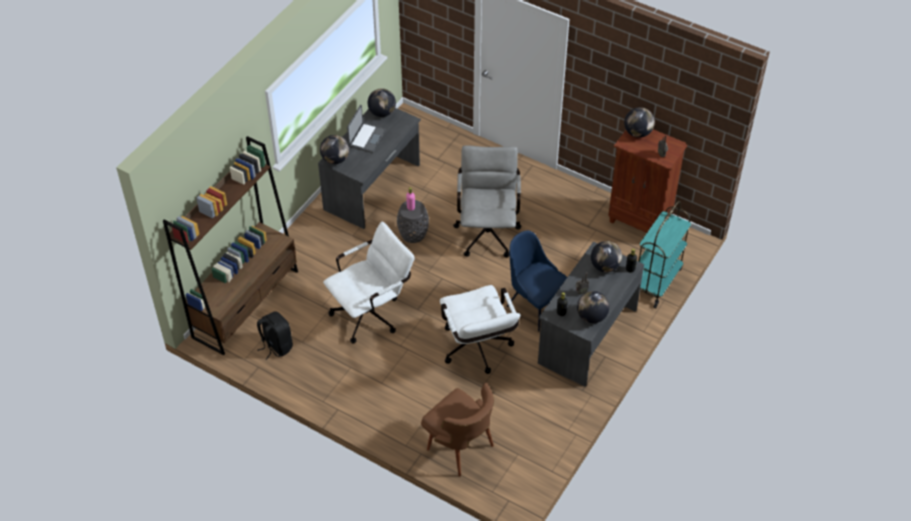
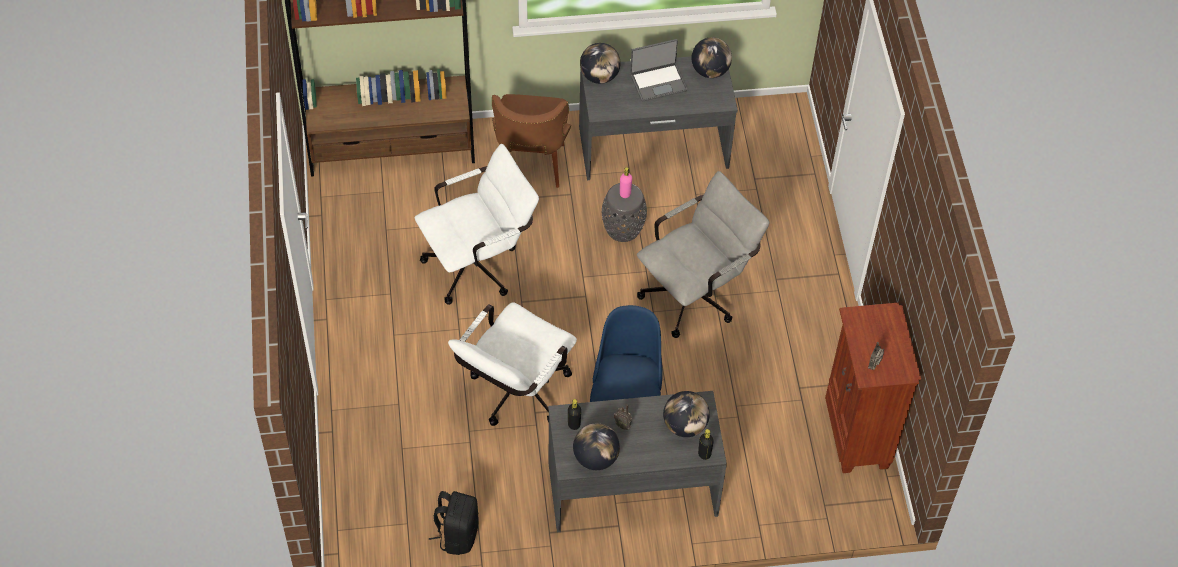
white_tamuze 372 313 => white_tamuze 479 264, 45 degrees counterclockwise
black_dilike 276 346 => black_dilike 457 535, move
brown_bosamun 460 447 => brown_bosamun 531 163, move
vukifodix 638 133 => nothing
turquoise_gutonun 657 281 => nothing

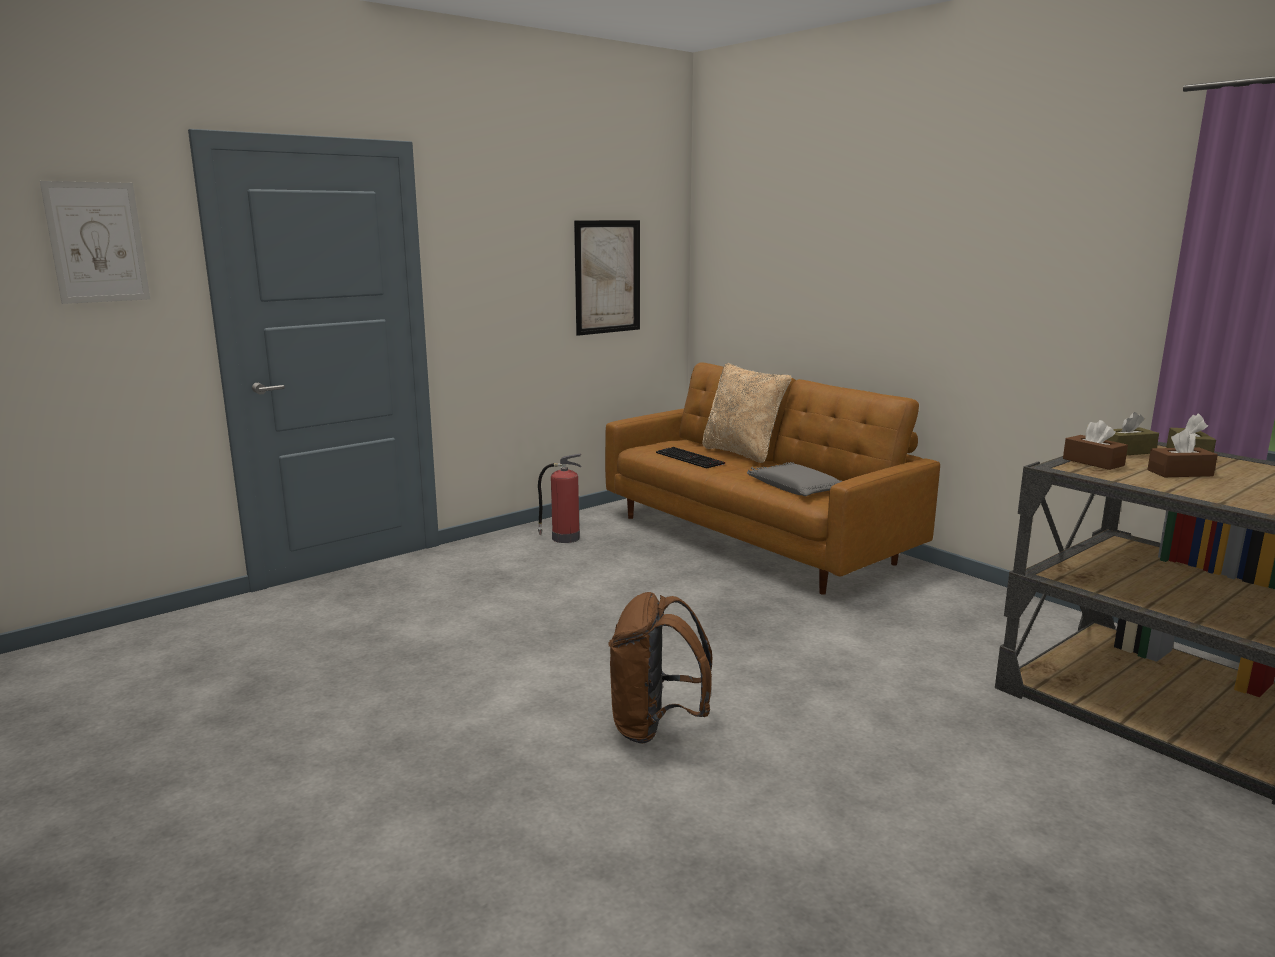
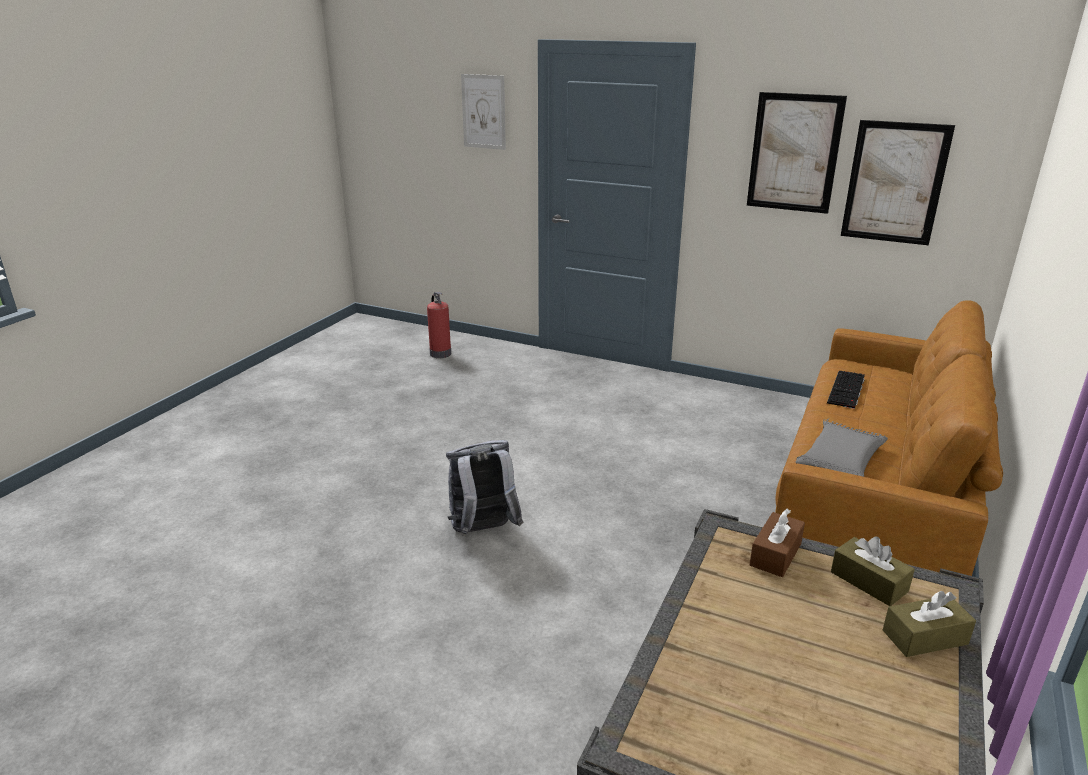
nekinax 564 538 => nekinax 440 353, move
brown_dilike 656 726 => grey_dilike 483 531
nothing => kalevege 794 153
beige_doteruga 741 455 => nothing
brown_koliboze 1180 473 => nothing

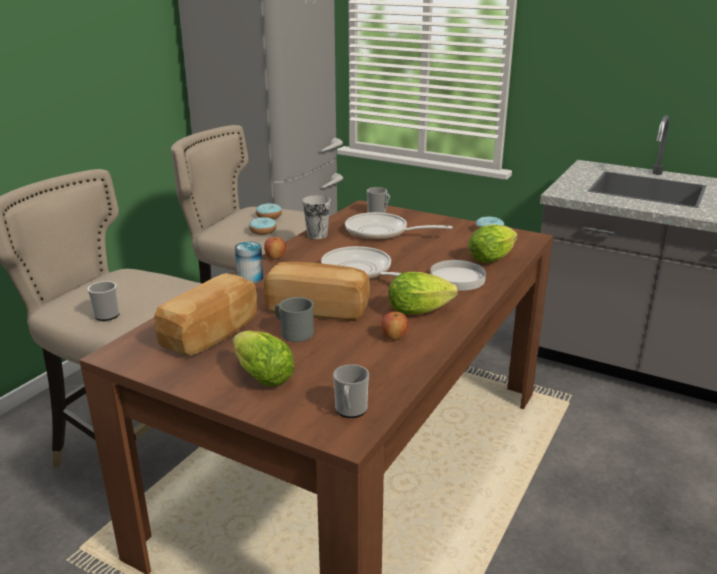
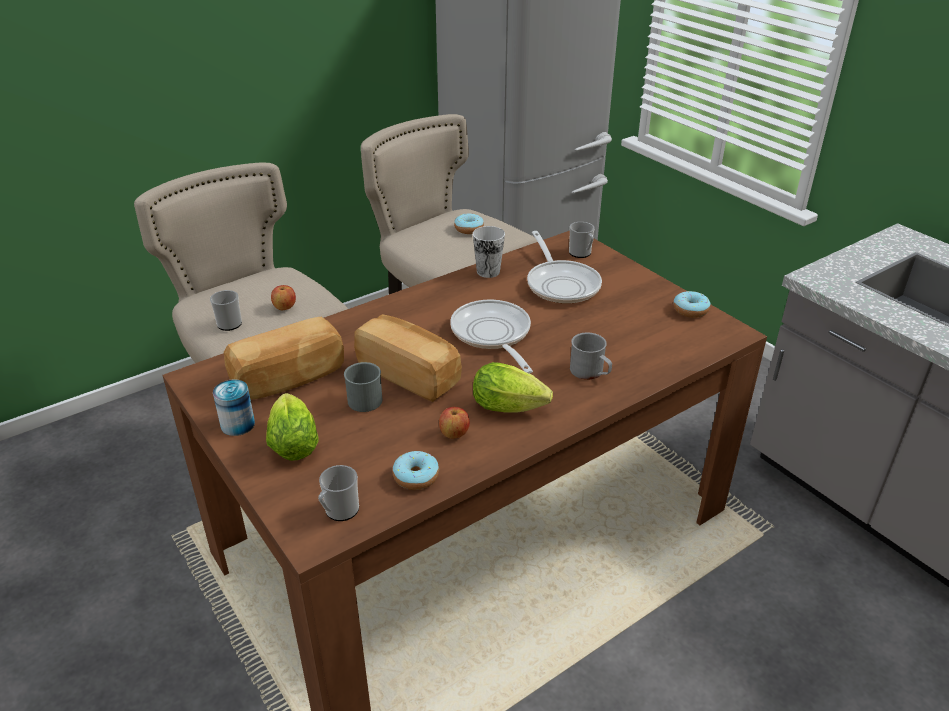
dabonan 250 278 => dabonan 237 424, move
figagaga 275 257 => figagaga 284 307, move
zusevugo 262 231 => zusevugo 416 477, move
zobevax 382 232 => zobevax 561 284, 150 degrees counterclockwise
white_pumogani 457 278 => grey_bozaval 590 372
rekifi 493 258 => nothing

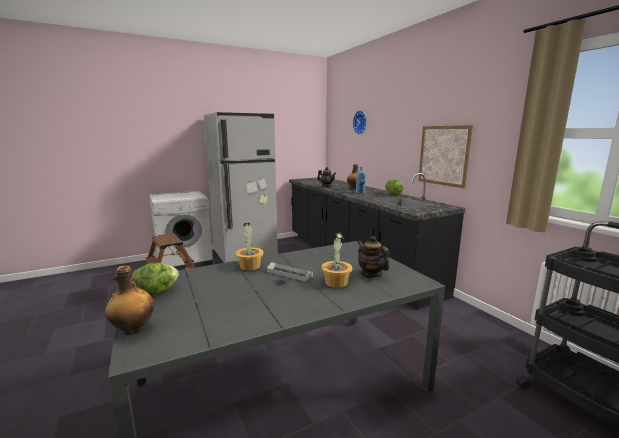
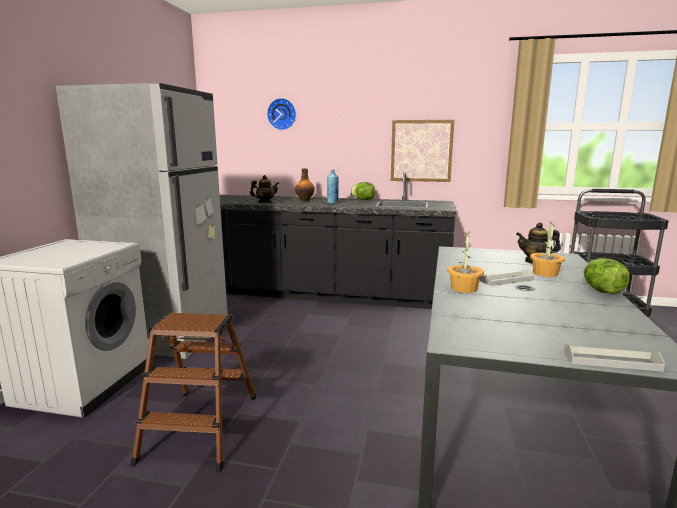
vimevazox 133 329 => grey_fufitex 611 361
rekifi 156 292 => rekifi 602 291, move

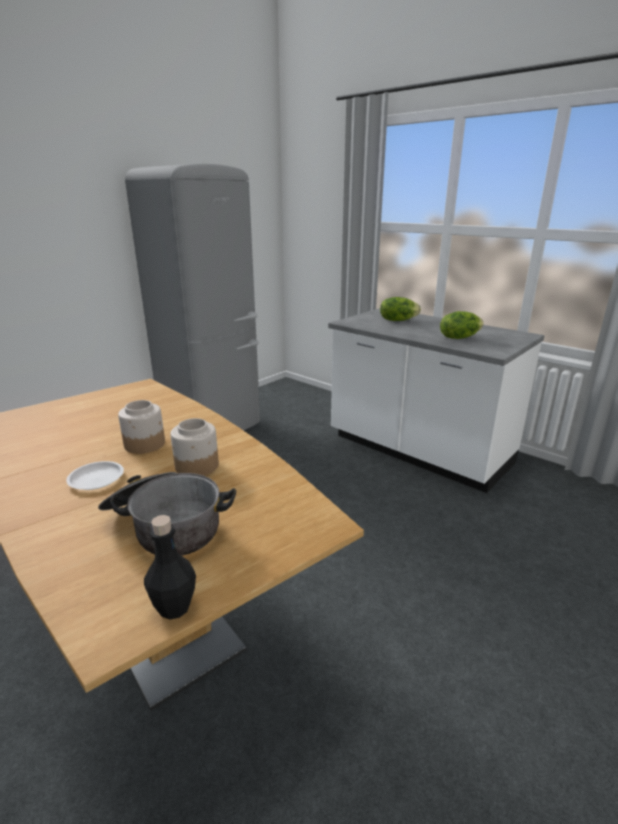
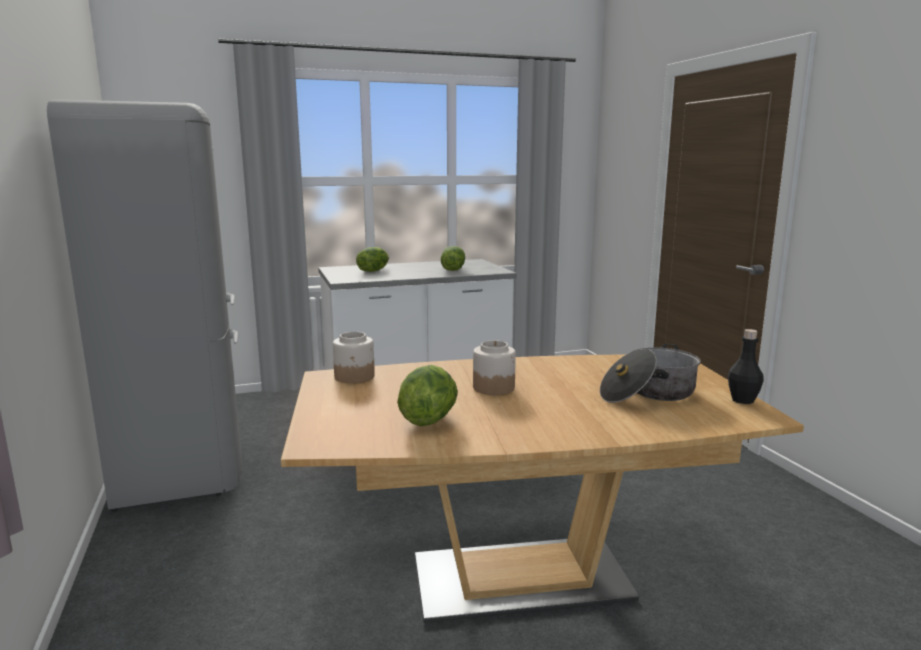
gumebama 196 466 => gumebama 355 377, move
nothing => rekifi 429 420
white_pumogani 96 479 => nothing

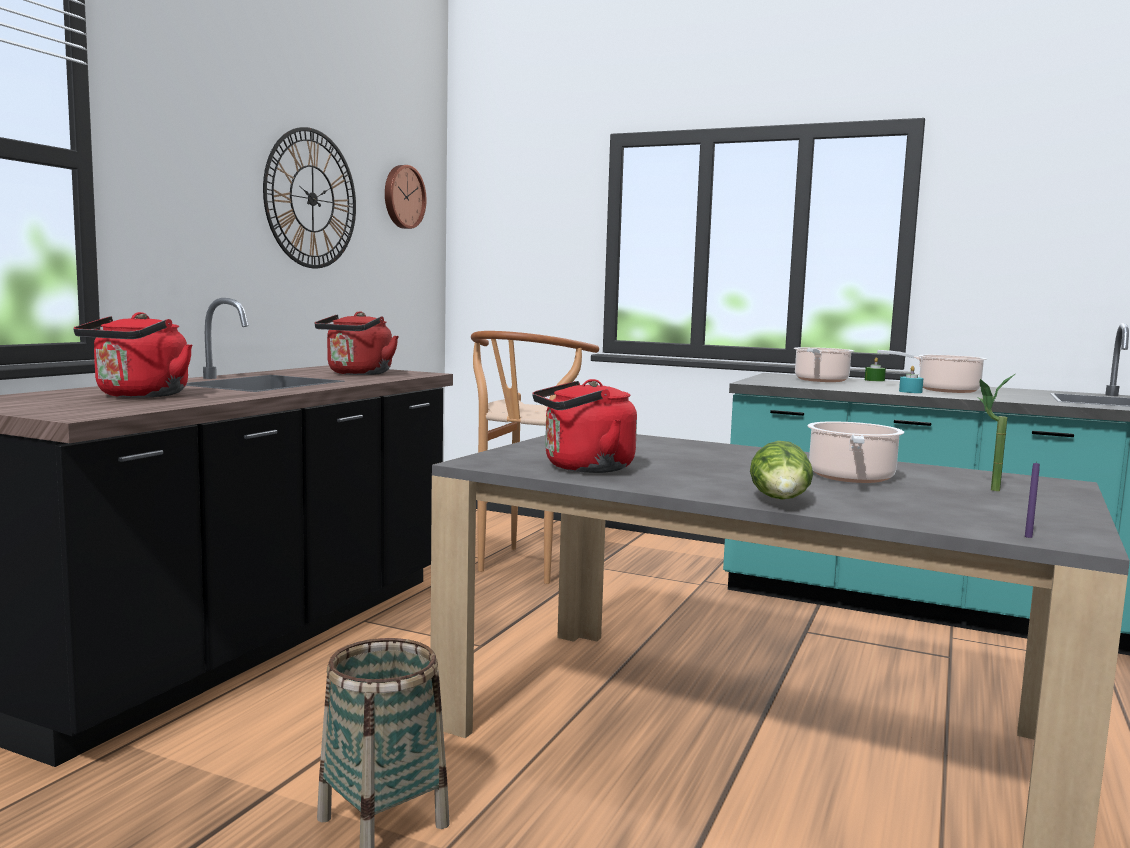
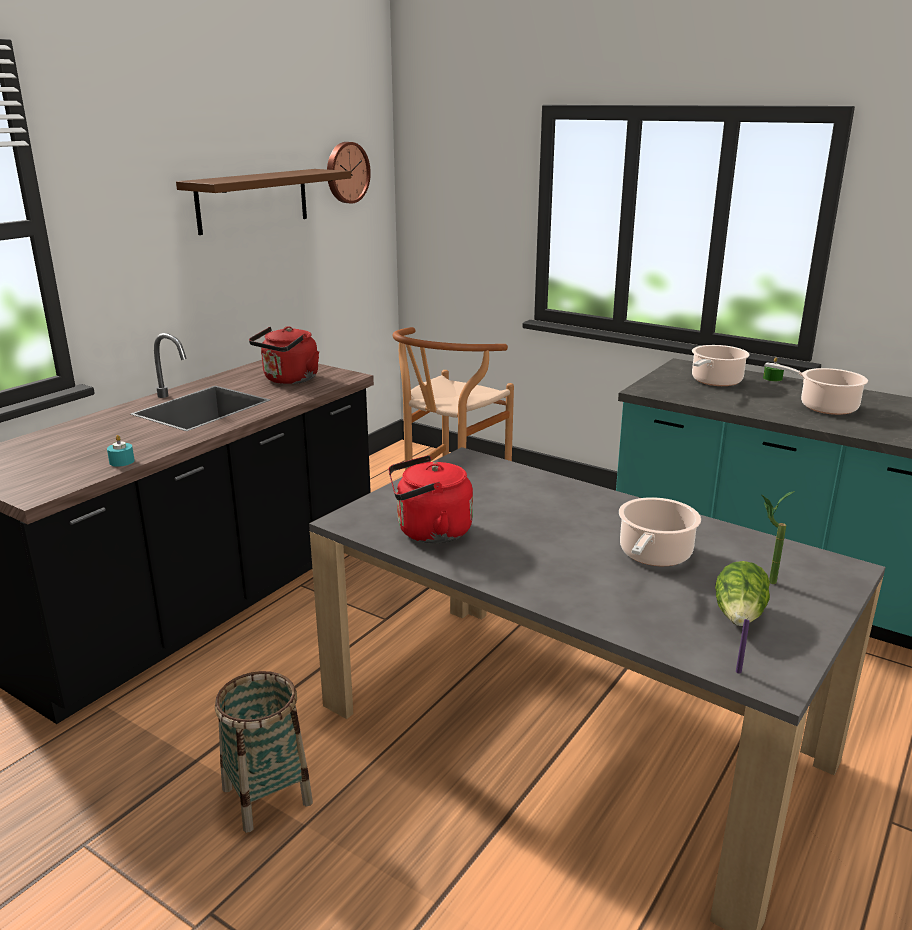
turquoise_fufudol 910 391 => turquoise_fufudol 122 461, move
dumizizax 312 199 => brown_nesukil 253 200
rekifi 781 501 => rekifi 739 616, move
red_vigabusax 139 395 => nothing

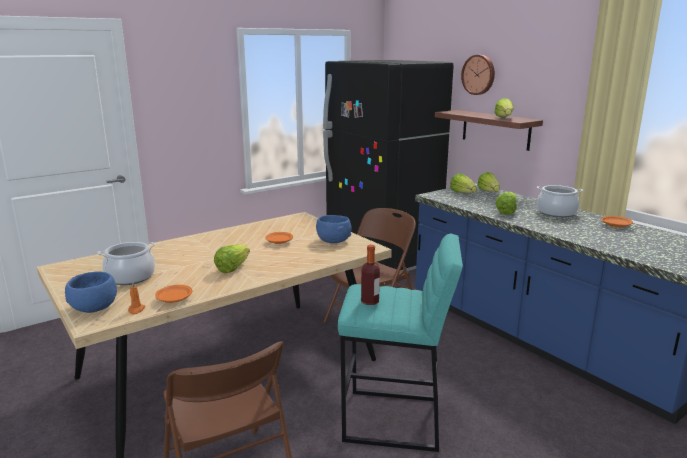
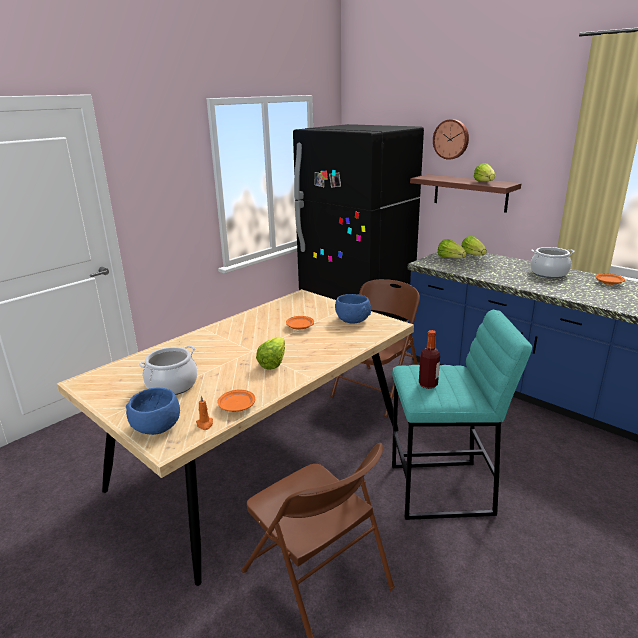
rekifi 506 211 => nothing

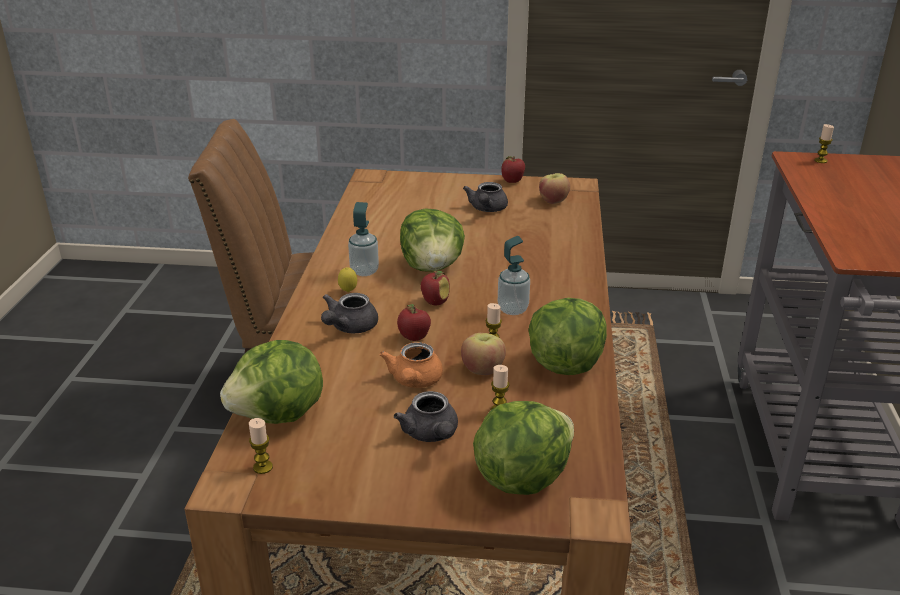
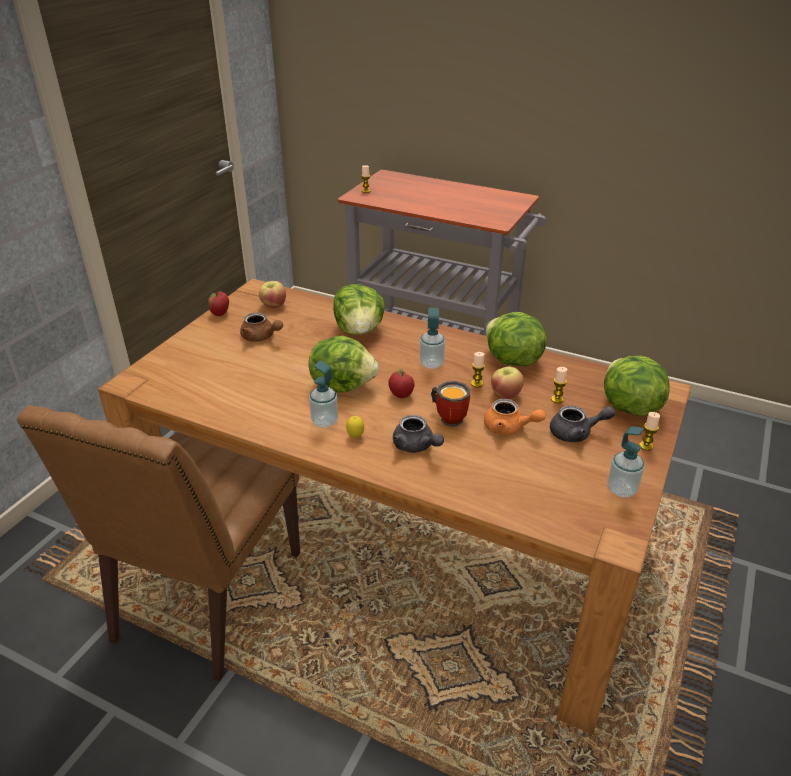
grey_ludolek 487 209 => brown_ludolek 261 337
rekifi 279 415 => rekifi 359 330, move
figagaga 413 338 => bozaval 449 416
nothing => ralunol 621 489
fufudol 263 467 => fufudol 646 446, move

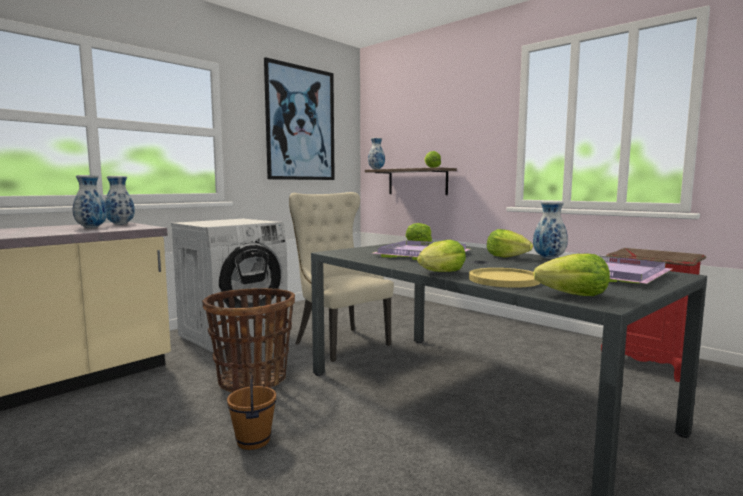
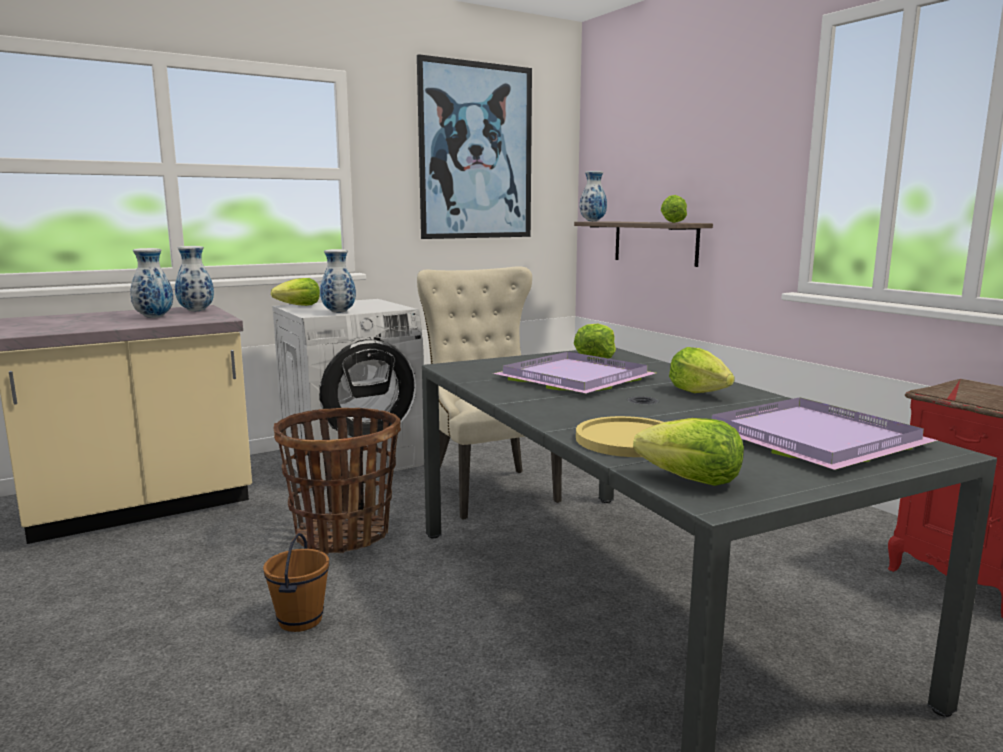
rekifi 441 272 => rekifi 299 306, move
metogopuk 548 258 => metogopuk 338 312, move

